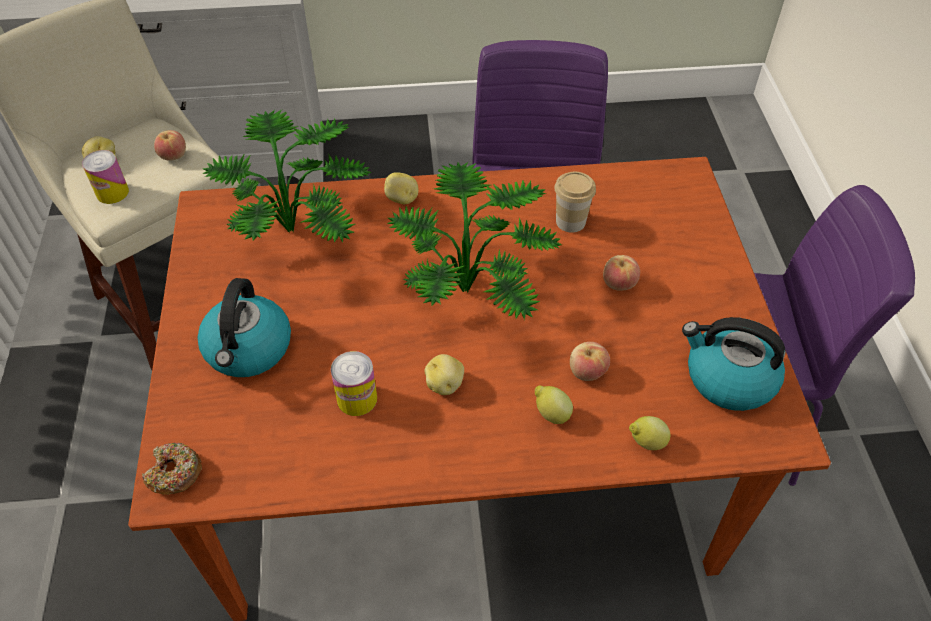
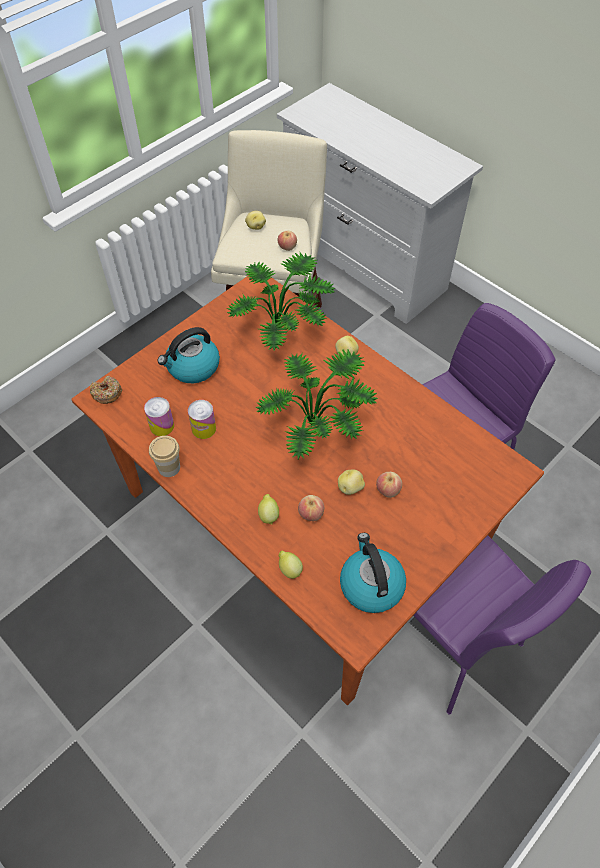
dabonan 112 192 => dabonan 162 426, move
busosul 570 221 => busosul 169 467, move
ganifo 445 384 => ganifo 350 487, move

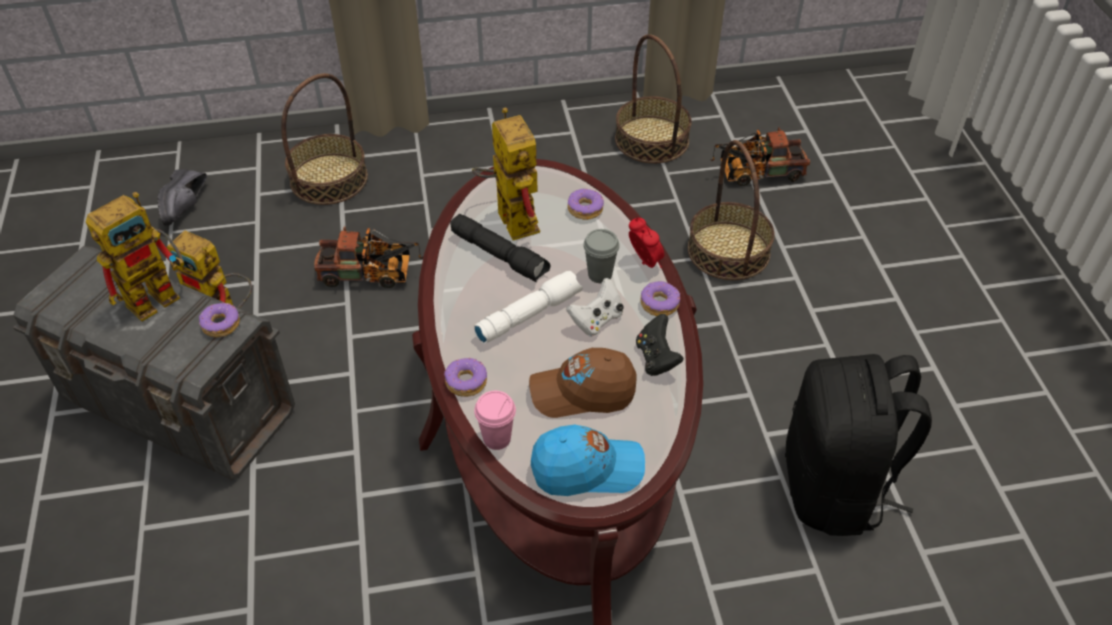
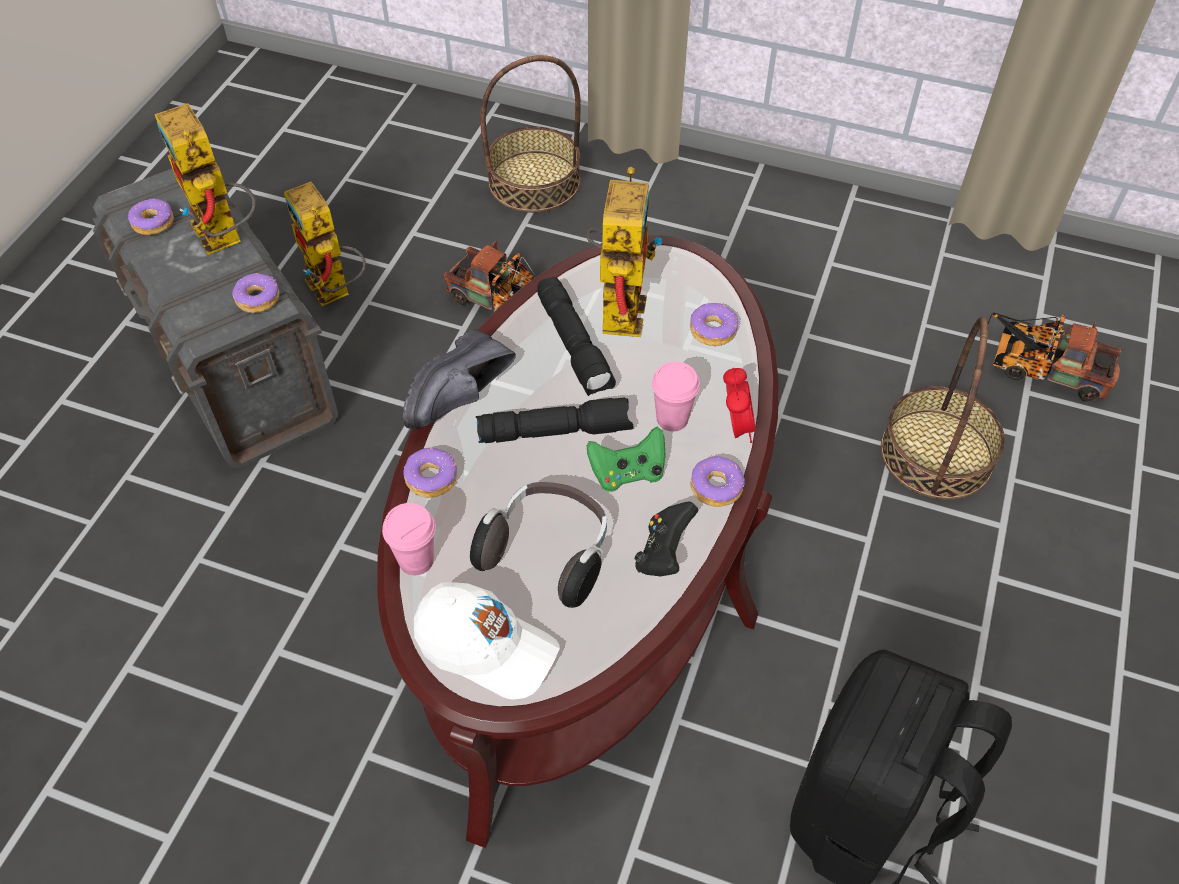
nothing => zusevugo 153 223
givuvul 159 293 => givuvul 226 239, 75 degrees clockwise
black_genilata 187 206 => black_genilata 464 398, move
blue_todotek 587 469 => white_todotek 486 647
brown_todotek 582 392 => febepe 548 553
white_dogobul 528 314 => black_dogobul 556 430
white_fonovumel 596 320 => green_fonovumel 627 473
grey_busosul 600 274 => pink_busosul 672 419
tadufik 652 139 => nothing

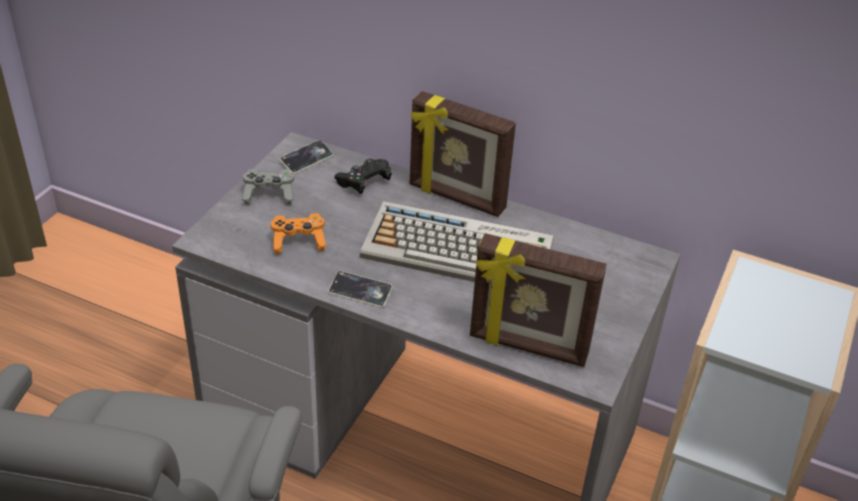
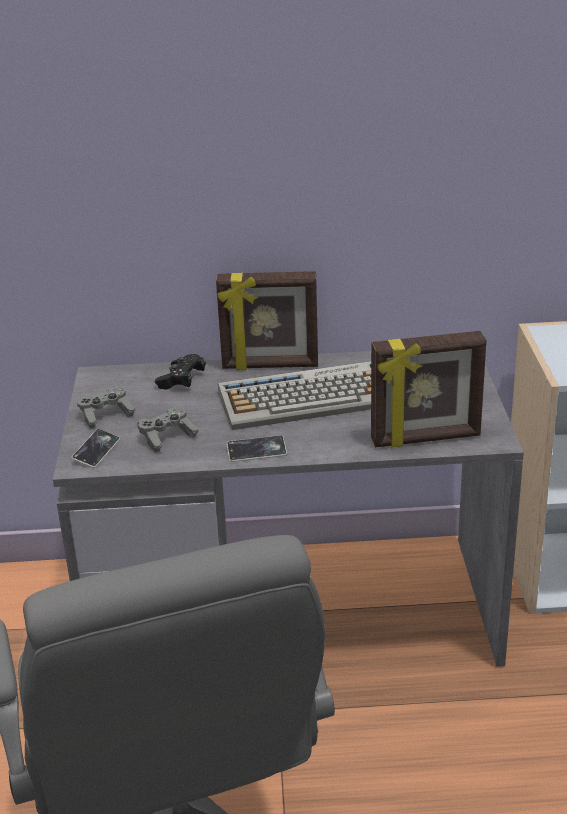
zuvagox 306 160 => zuvagox 96 451, move
orange_fonovumel 298 241 => grey_fonovumel 167 437

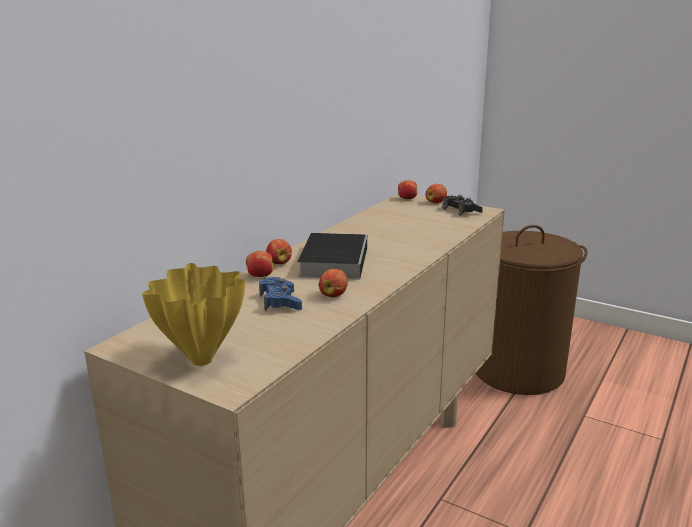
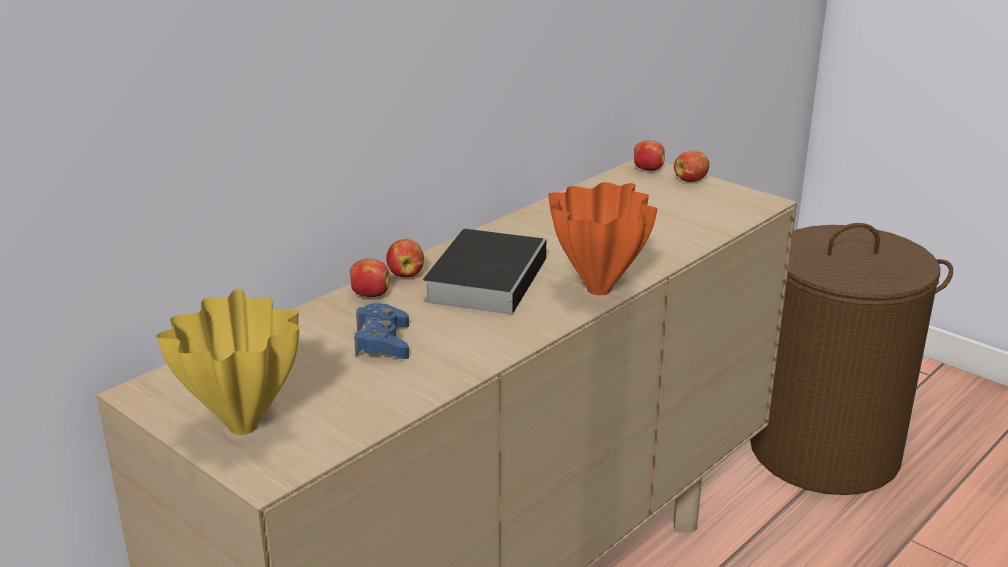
nothing => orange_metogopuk 597 290
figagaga 333 295 => nothing
black_fonovumel 461 211 => nothing

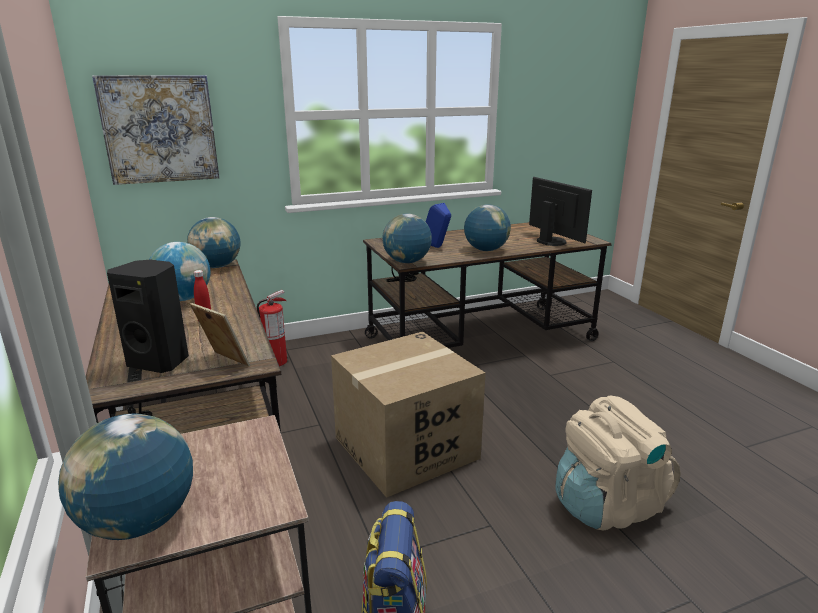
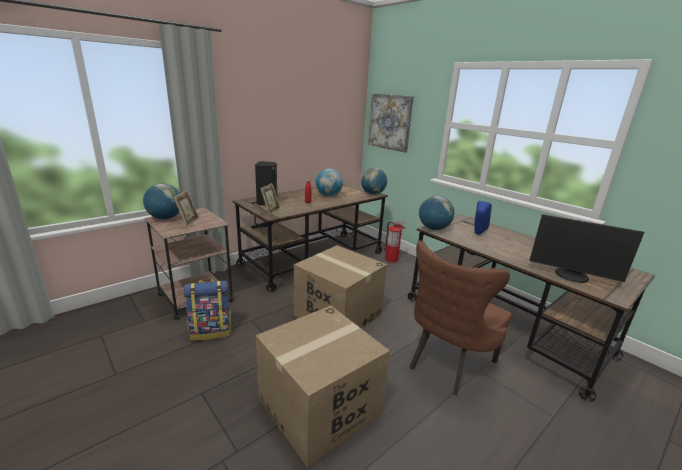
nothing => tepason 188 222
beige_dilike 607 505 => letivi 319 407
nothing => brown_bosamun 448 364
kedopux 552 241 => kedopux 571 276, 75 degrees clockwise
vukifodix 486 250 => nothing

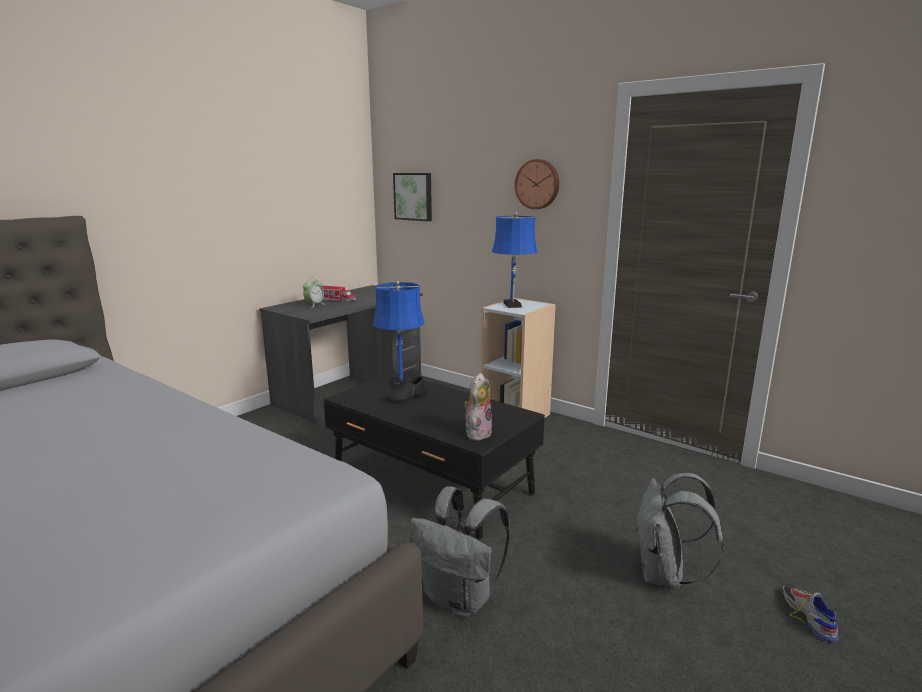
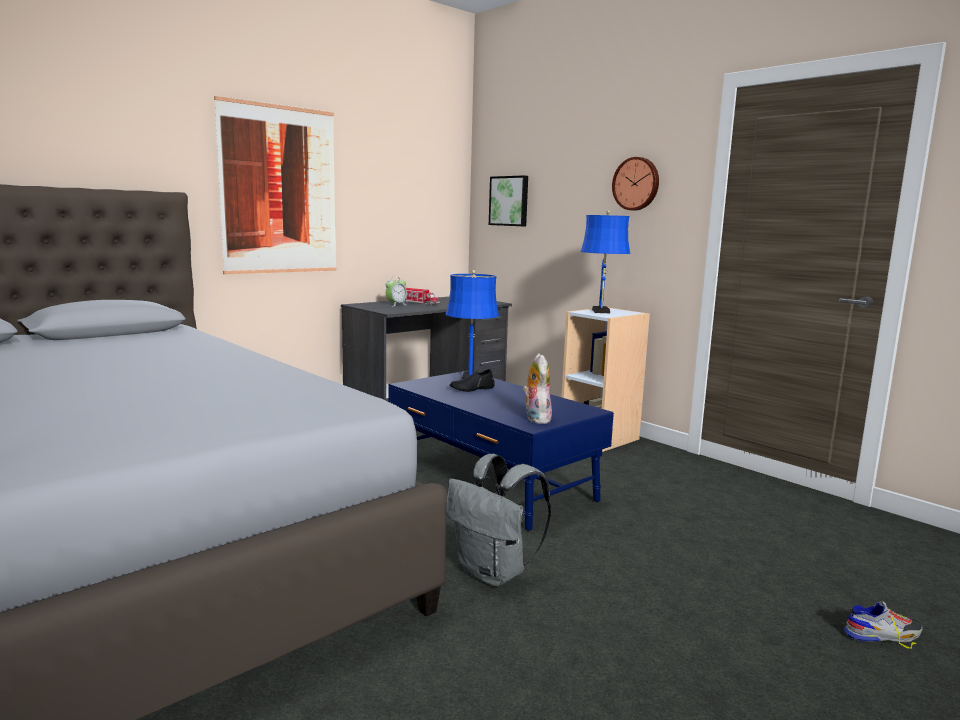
nothing => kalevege 279 190
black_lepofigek 432 483 => blue_lepofigek 492 482
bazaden 477 433 => bazaden 535 418, 45 degrees counterclockwise
genilata 808 615 => genilata 882 634, 75 degrees clockwise
grey_dilike 665 575 => nothing

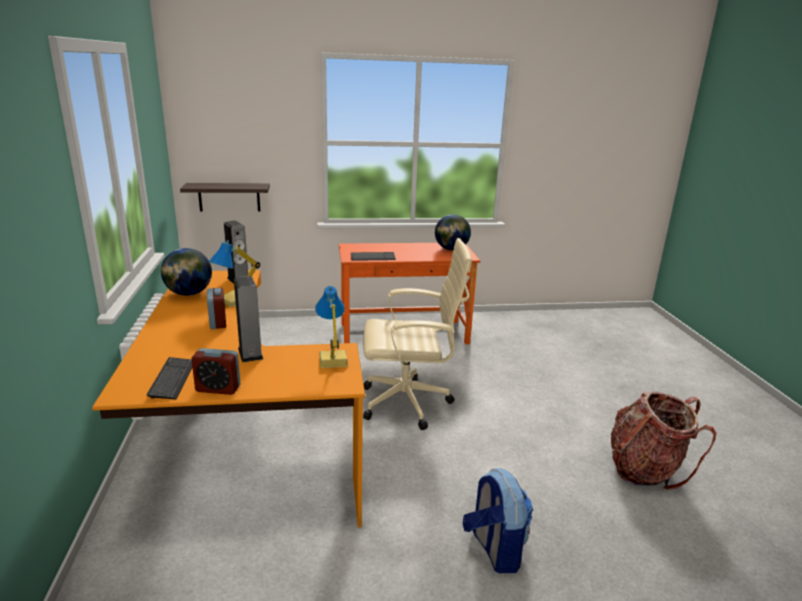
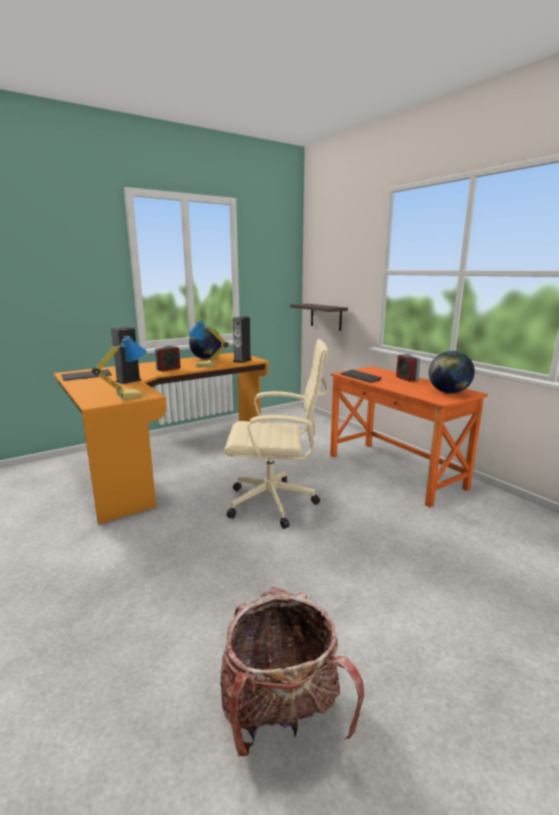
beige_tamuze 410 403 => beige_tamuze 276 503, 60 degrees counterclockwise
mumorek 218 389 => mumorek 406 379, move
dilike 494 549 => nothing

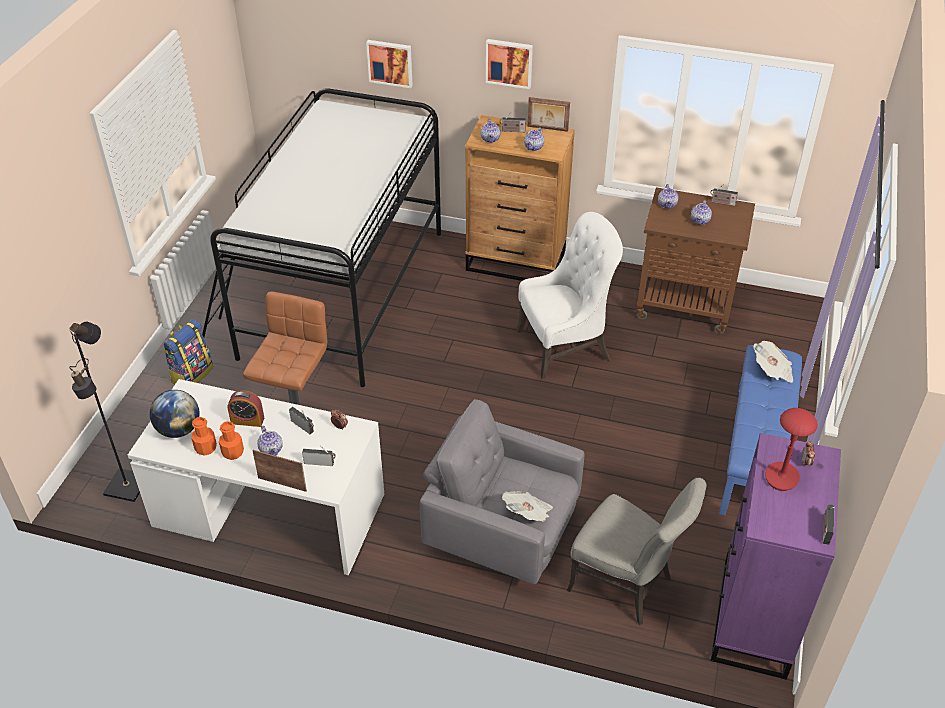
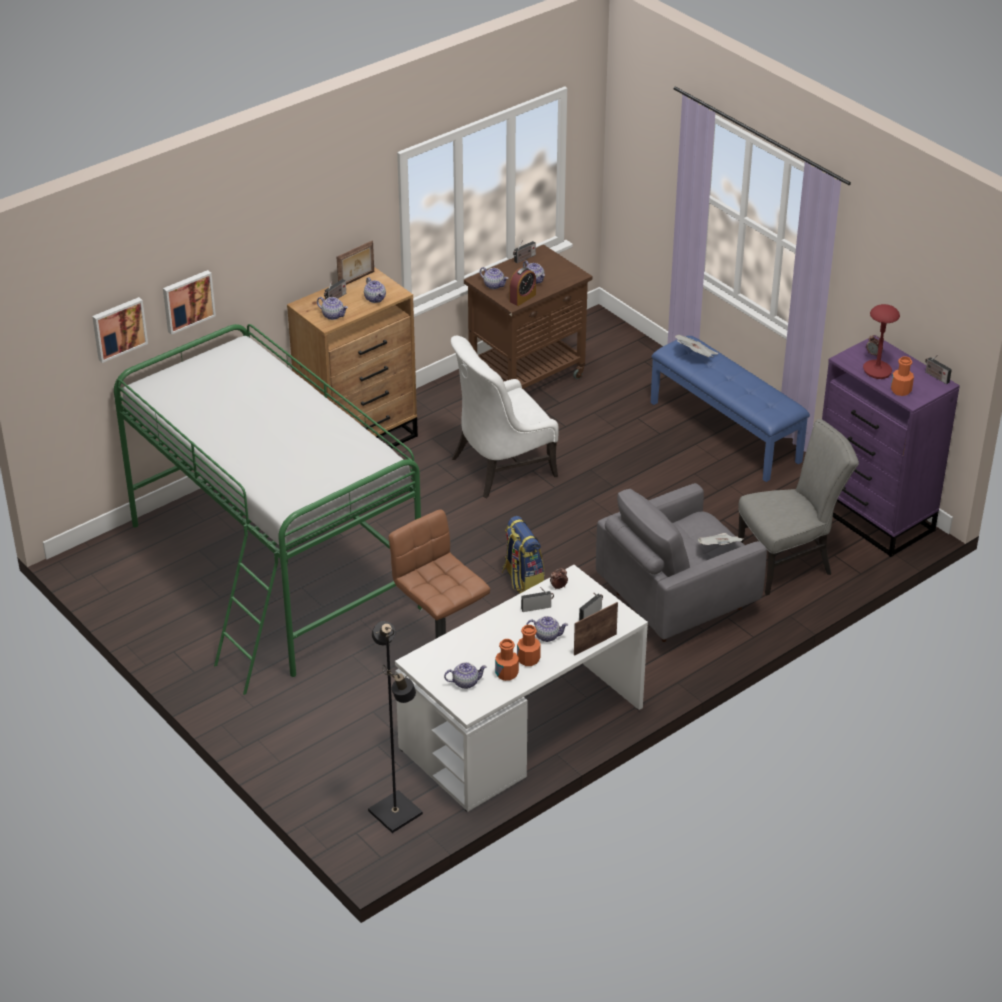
kalevege 509 62 => kalevege 118 328, move
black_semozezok 340 294 => green_semozezok 274 569
vukifodix 178 429 => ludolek 465 682
white_bosamun 565 346 => white_bosamun 501 467, 135 degrees counterclockwise
dilike 191 374 => dilike 522 580, move
mumorek 247 420 => mumorek 522 298, move
nothing => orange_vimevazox 901 390

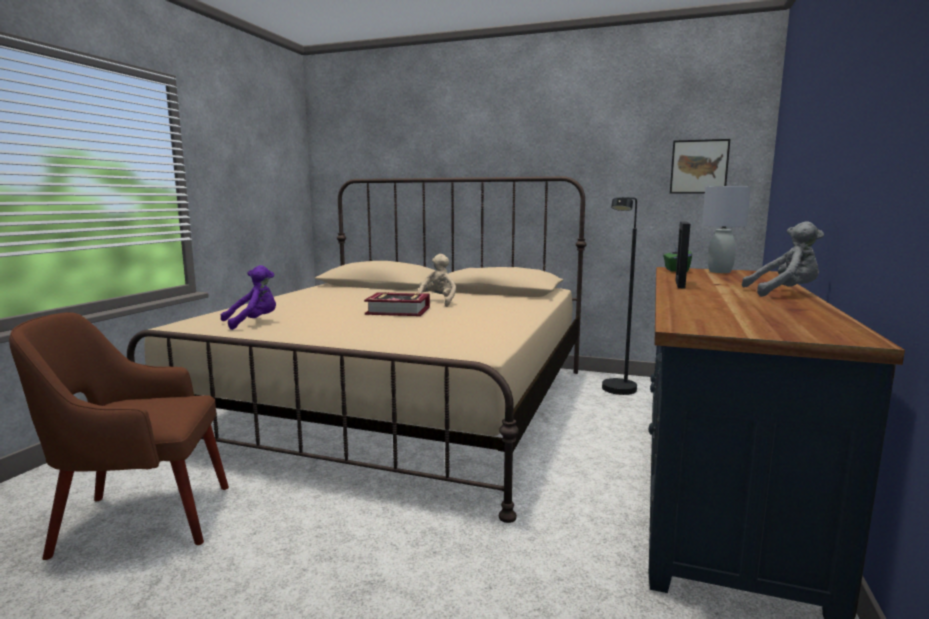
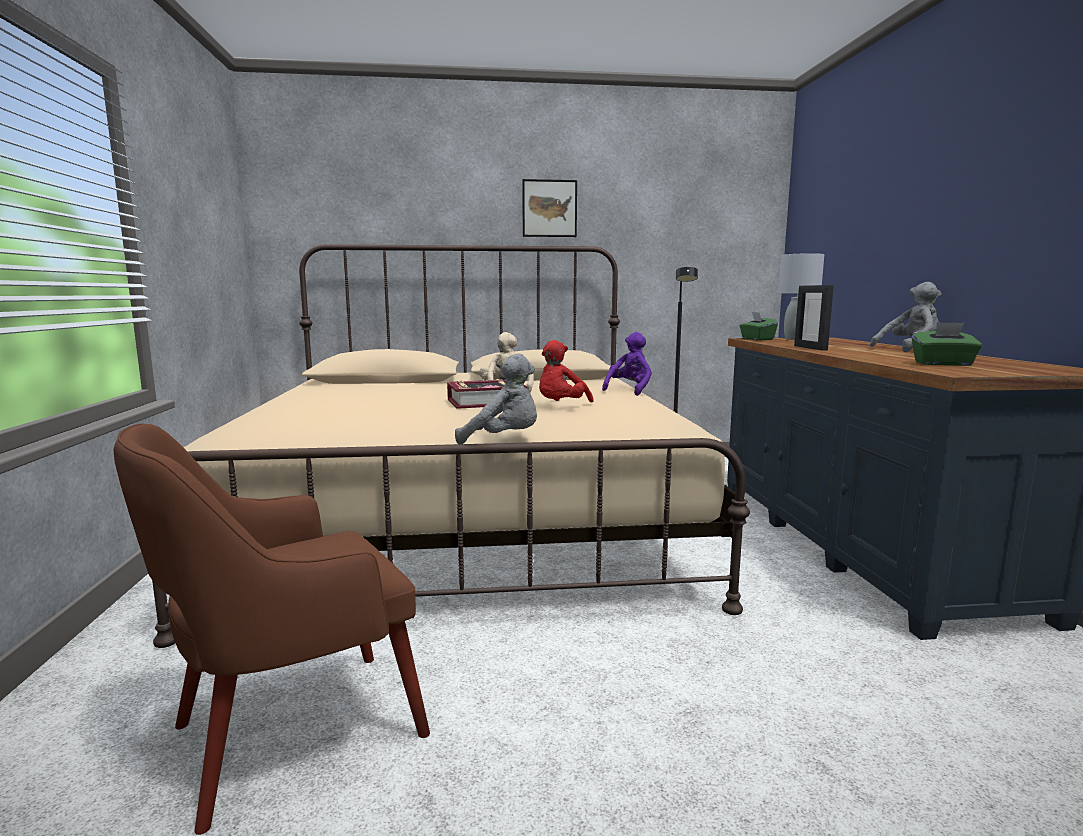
nothing => grey_bazaden 504 440
kalevege 699 166 => kalevege 549 208, move
nothing => red_bazaden 560 407
purple_bazaden 253 323 => purple_bazaden 629 390, move
nothing => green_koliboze 943 364

